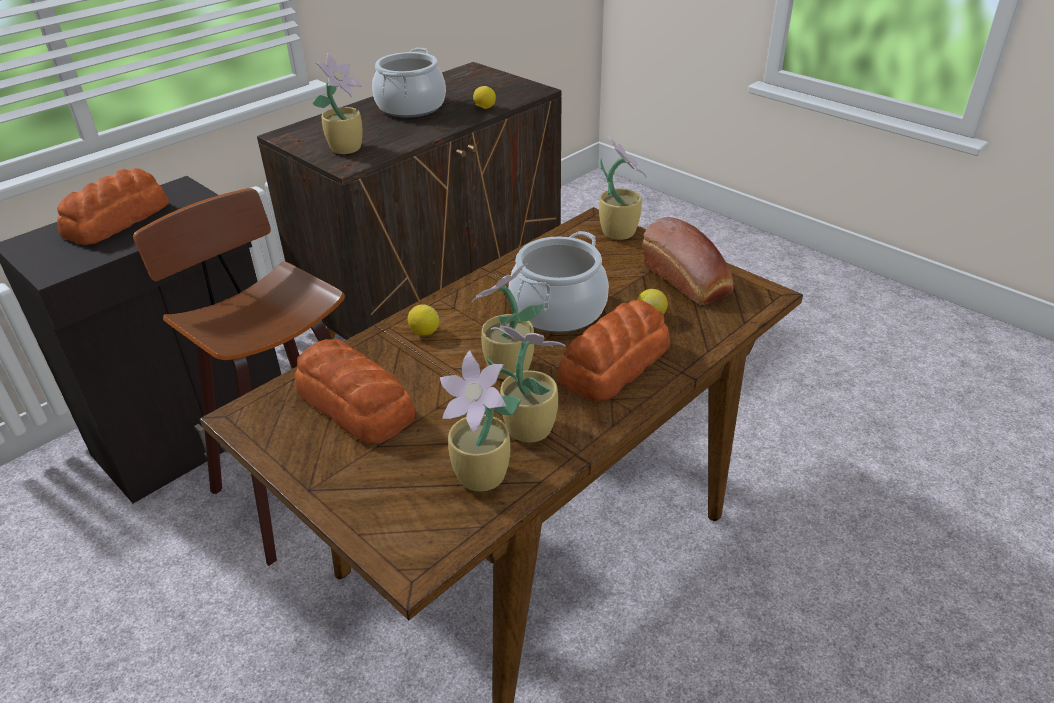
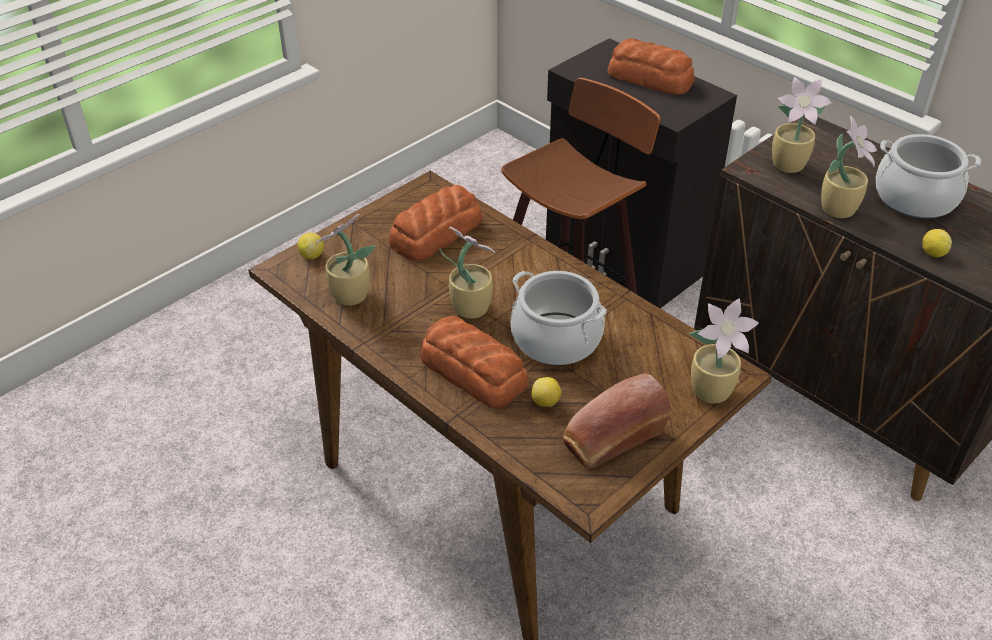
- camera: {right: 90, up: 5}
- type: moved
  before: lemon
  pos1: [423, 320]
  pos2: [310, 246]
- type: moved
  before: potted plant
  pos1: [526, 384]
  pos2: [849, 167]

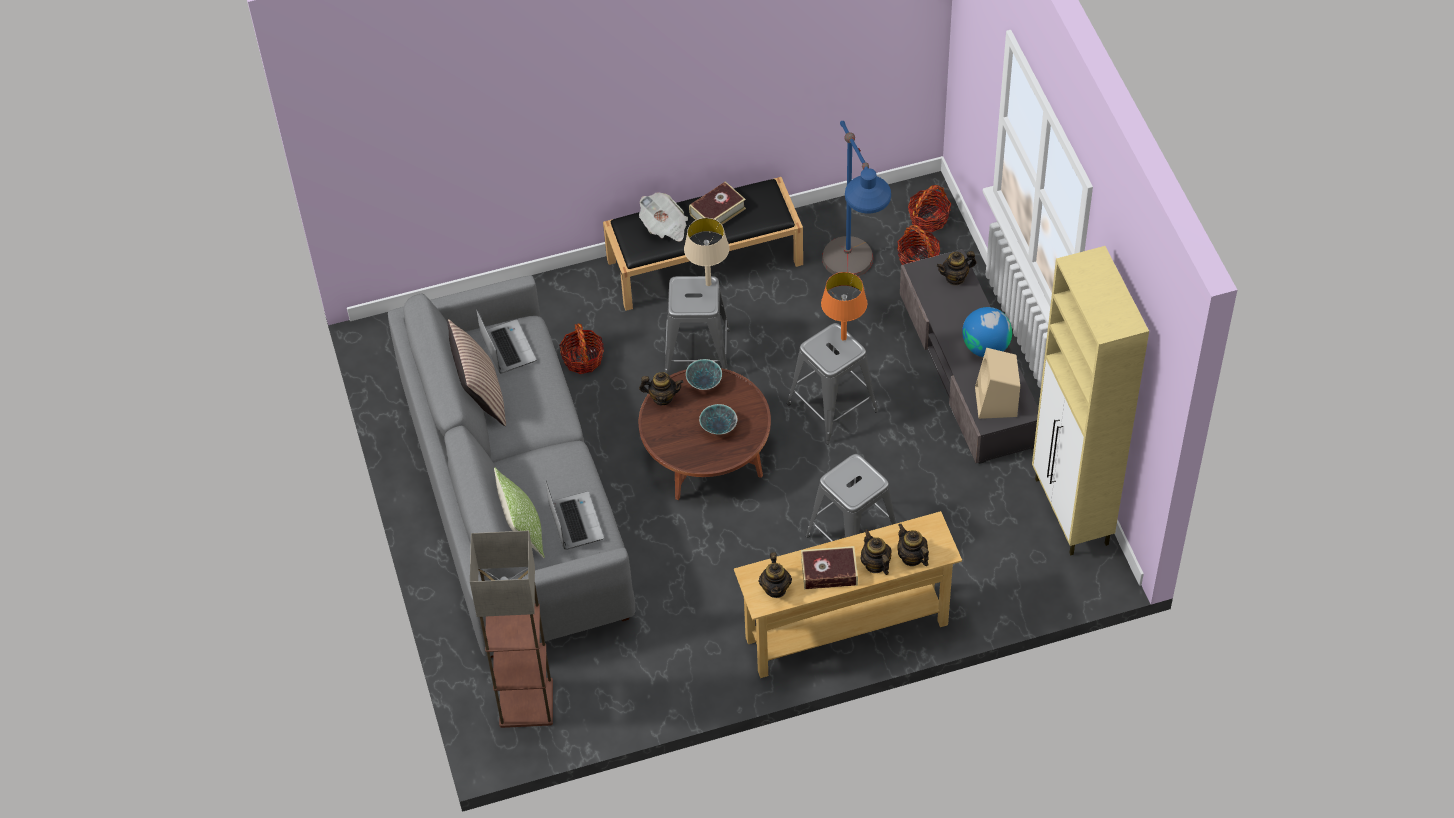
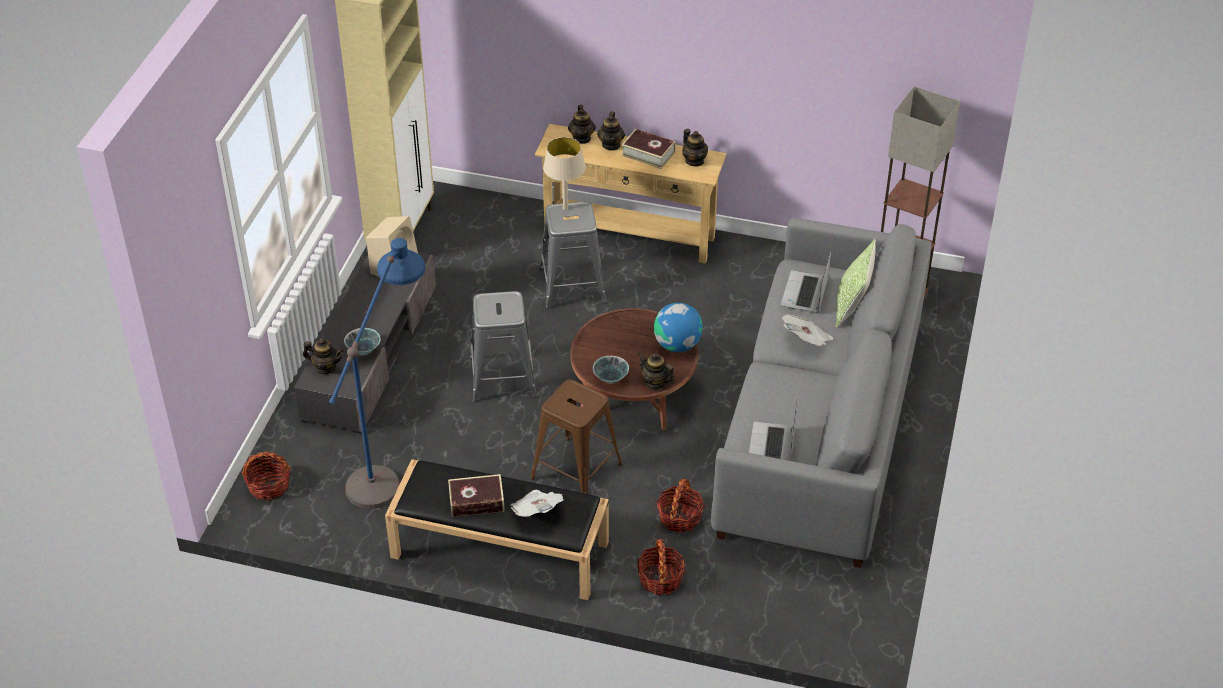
- camera: {right: -150, up: -10}
- type: removed
  before: pillow
  pos1: [476, 372]
- type: removed
  before: orange table lamp
  pos1: [844, 306]
- type: added
  after: newspaper
  pos2: [807, 330]
- type: moved
  before: beige table lamp
  pos1: [706, 252]
  pos2: [564, 173]
- type: moved
  before: bowl
  pos1: [718, 419]
  pos2: [362, 341]
- type: moved
  before: basket
  pos1: [918, 245]
  pos2: [661, 567]
- type: moved
  before: globe
  pos1: [987, 332]
  pos2: [678, 327]
- type: recoloured
  before: grey stool
  after: brown stool
  pos1: [697, 325]
  pos2: [576, 436]
- type: turned
  before: teapot
  pos1: [775, 575]
  pos2: [695, 147]
  turn: 120

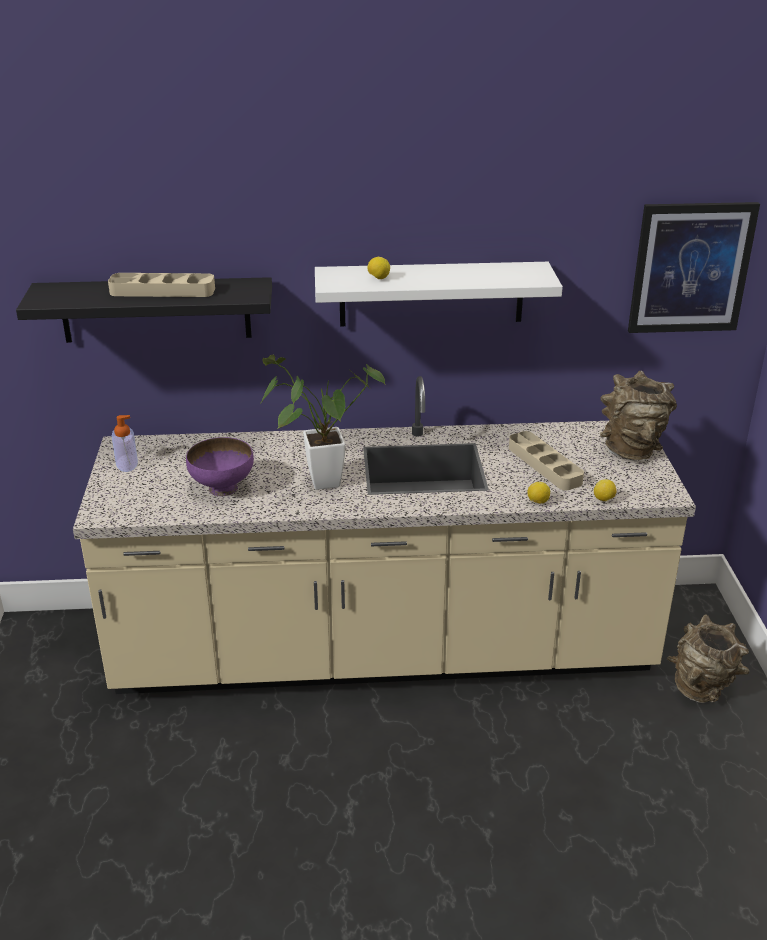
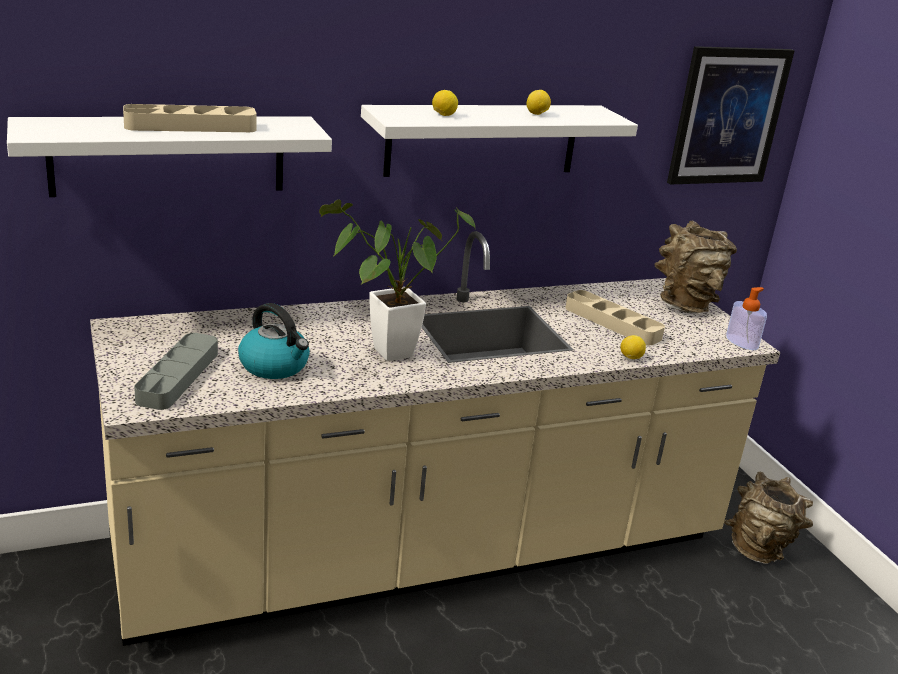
- camera: {right: -20, up: -5}
- type: added
  after: grey tray
  pos2: [176, 371]
- type: moved
  before: soap dispenser
  pos1: [125, 443]
  pos2: [746, 318]
- type: moved
  before: lemon
  pos1: [605, 490]
  pos2: [538, 102]
- type: replaced
  before: purple bowl
  after: kettle
  pos1: [220, 466]
  pos2: [274, 341]
- type: recoloured
  before: black shelf
  after: white shelf
  pos1: [144, 310]
  pos2: [169, 156]

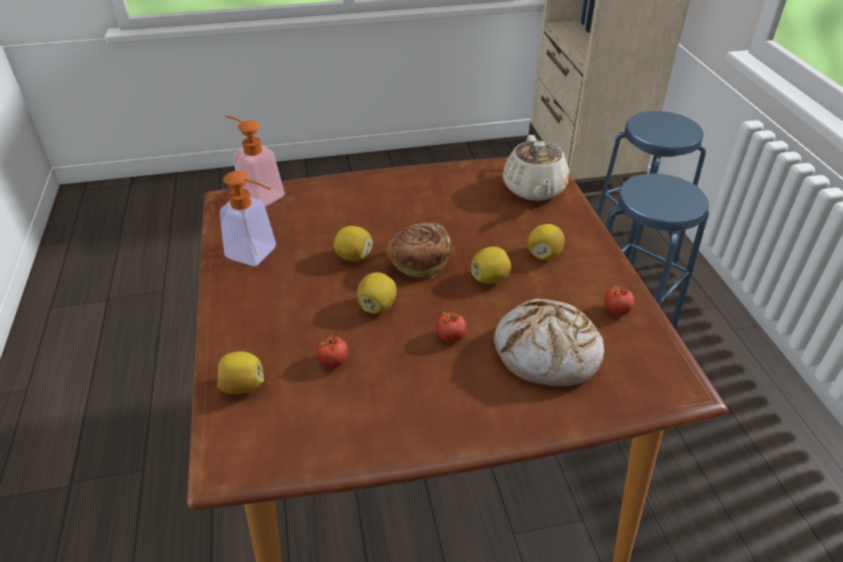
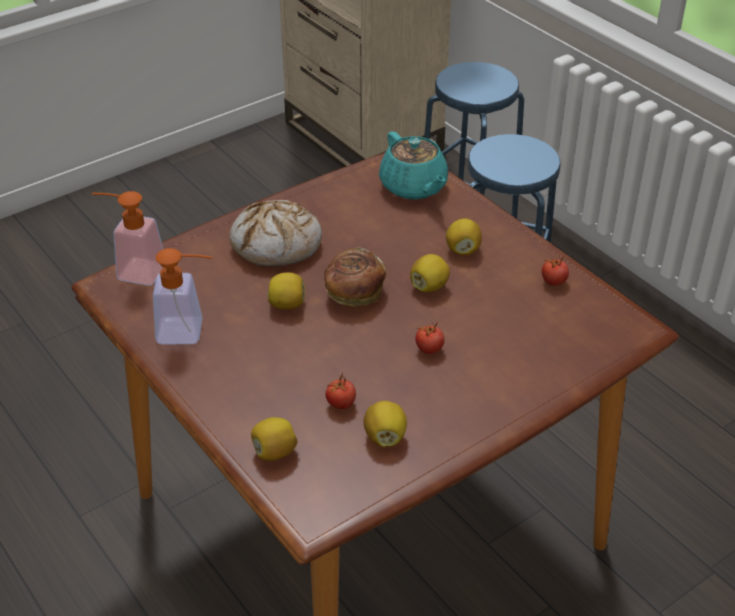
- camera: {right: -25, up: 0}
- type: moved
  before: lemon
  pos1: [376, 293]
  pos2: [385, 424]
- type: moved
  before: bread
  pos1: [549, 342]
  pos2: [275, 233]
- type: recoloured
  before: beige teapot
  after: turquoise teapot
  pos1: [536, 168]
  pos2: [413, 166]

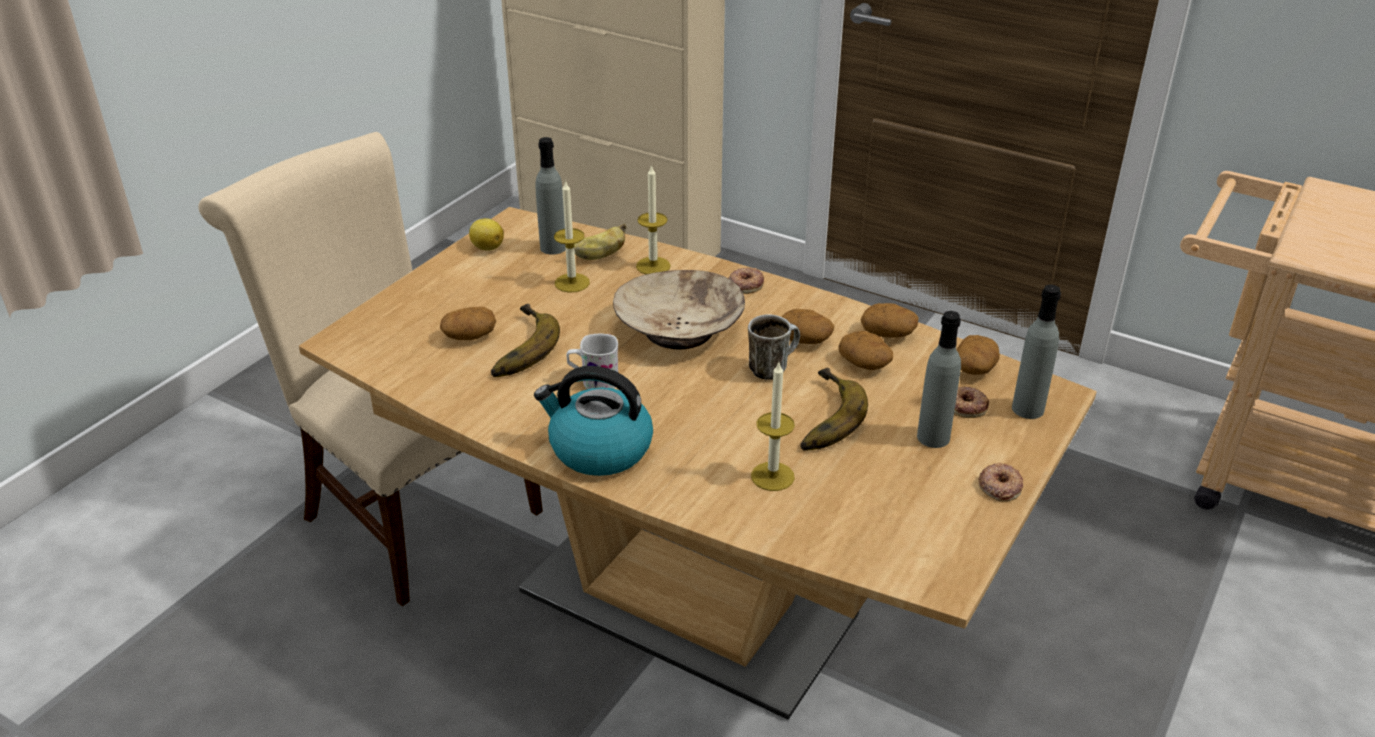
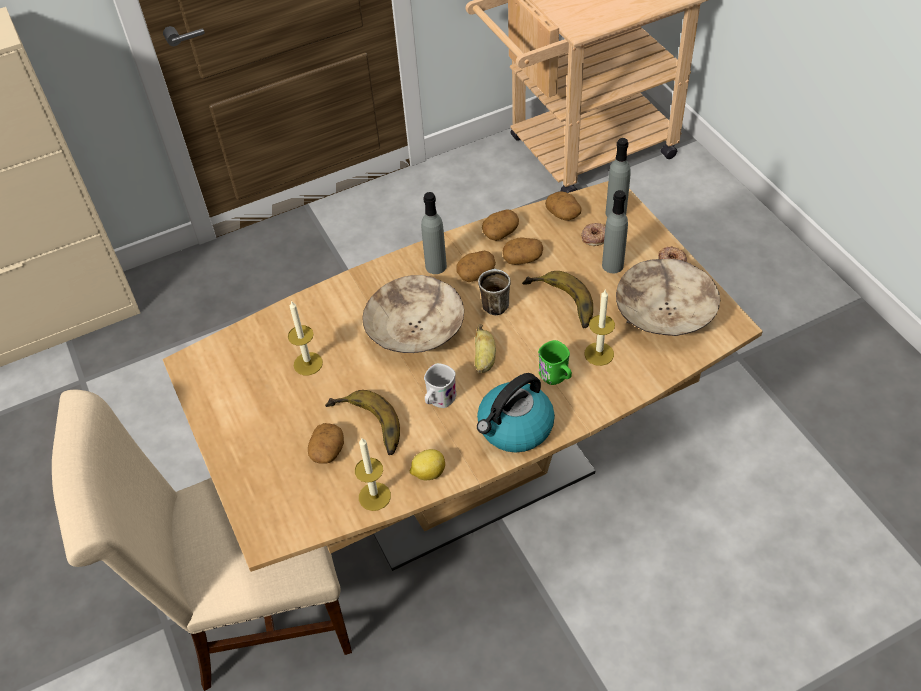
- camera: {right: -55, up: 15}
- type: removed
  before: donut
  pos1: [746, 281]
- type: added
  after: green mug
  pos2: [555, 362]
- type: added
  after: beige bowl
  pos2: [668, 297]
- type: moved
  before: lemon
  pos1: [486, 234]
  pos2: [427, 464]
- type: moved
  before: grey bottle
  pos1: [550, 196]
  pos2: [434, 233]
- type: moved
  before: banana
  pos1: [600, 241]
  pos2: [485, 348]
- type: moved
  before: candle
  pos1: [653, 219]
  pos2: [373, 474]

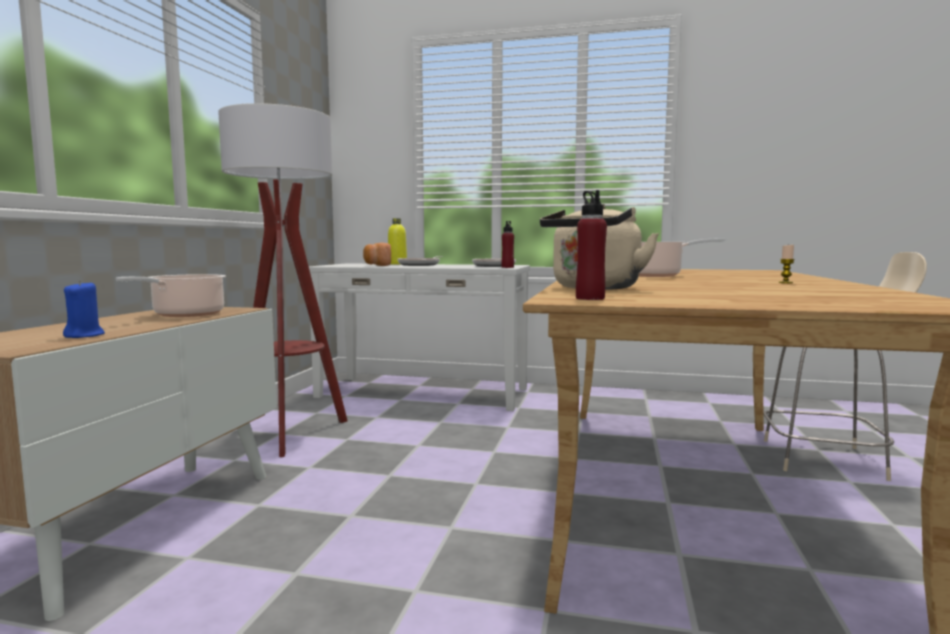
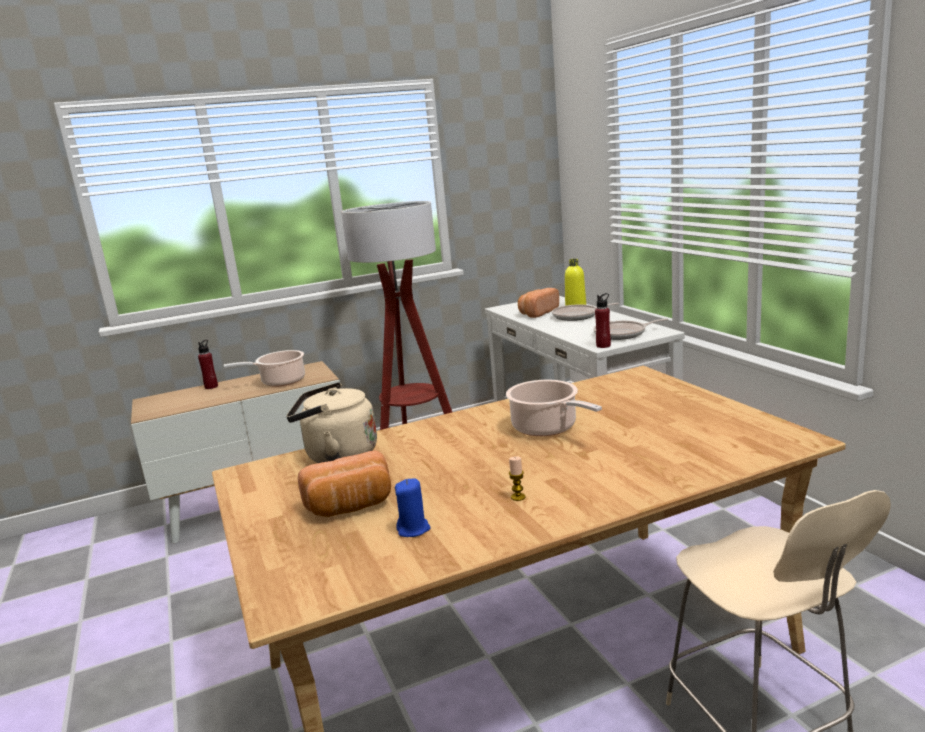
- camera: {right: 55, up: 10}
- type: added
  after: bread
  pos2: [344, 483]
- type: moved
  before: blue candle
  pos1: [84, 309]
  pos2: [413, 507]
- type: moved
  before: red bottle
  pos1: [591, 245]
  pos2: [208, 364]

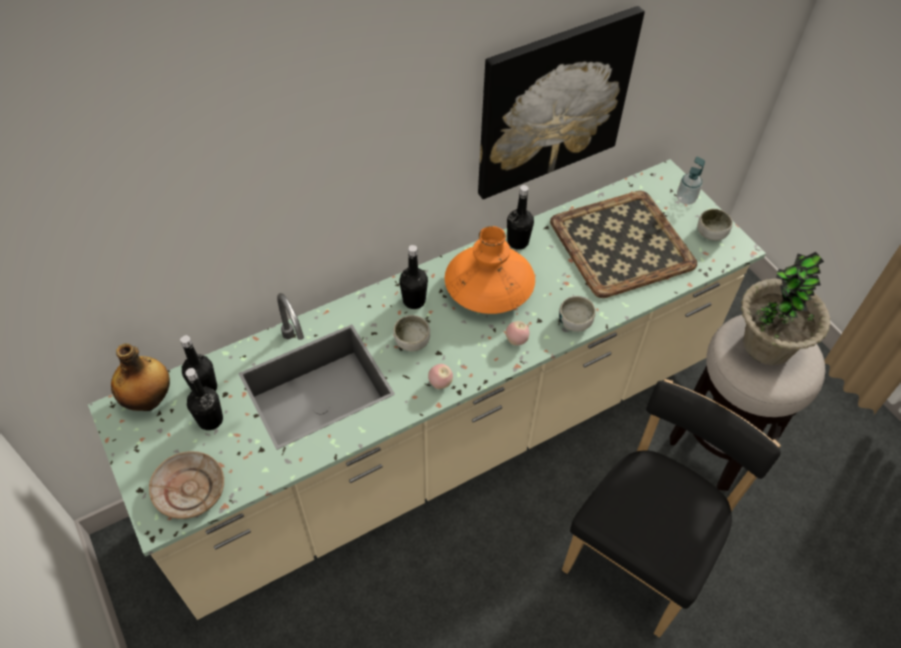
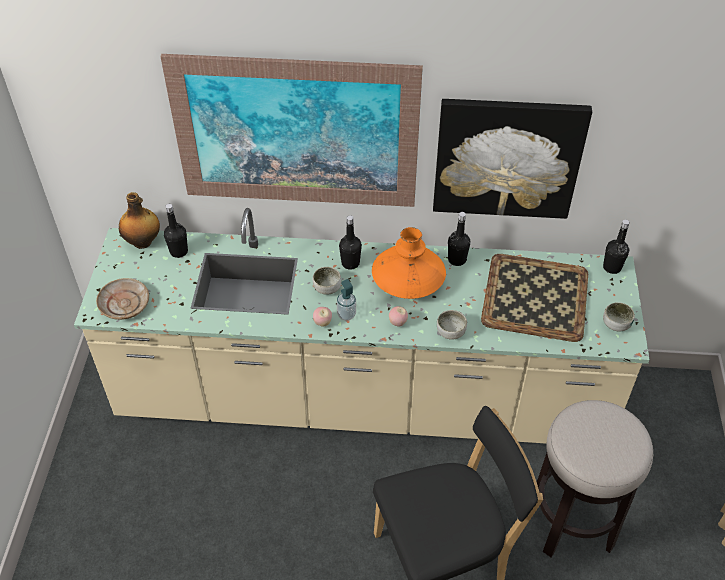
- camera: {right: 35, up: -5}
- type: removed
  before: potted plant
  pos1: [785, 308]
- type: added
  after: picture
  pos2: [291, 130]
- type: moved
  before: black bottle
  pos1: [204, 399]
  pos2: [616, 247]
- type: moved
  before: soap dispenser
  pos1: [691, 180]
  pos2: [346, 299]

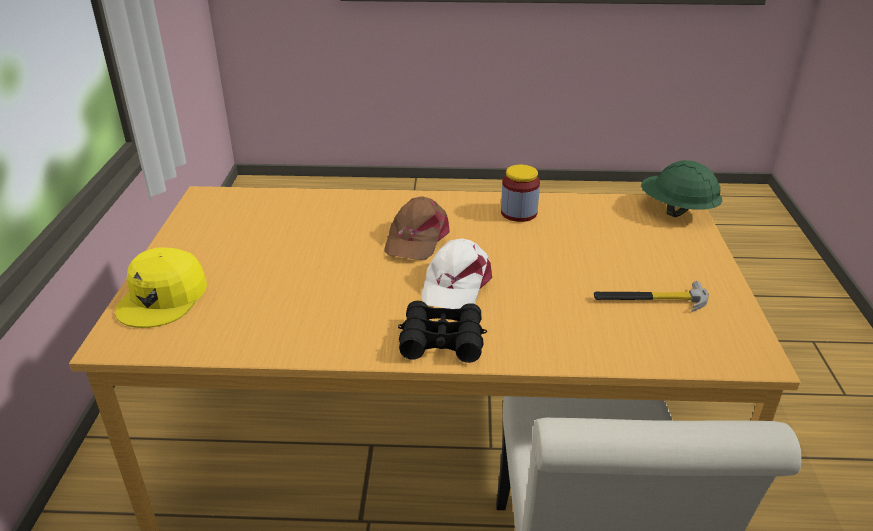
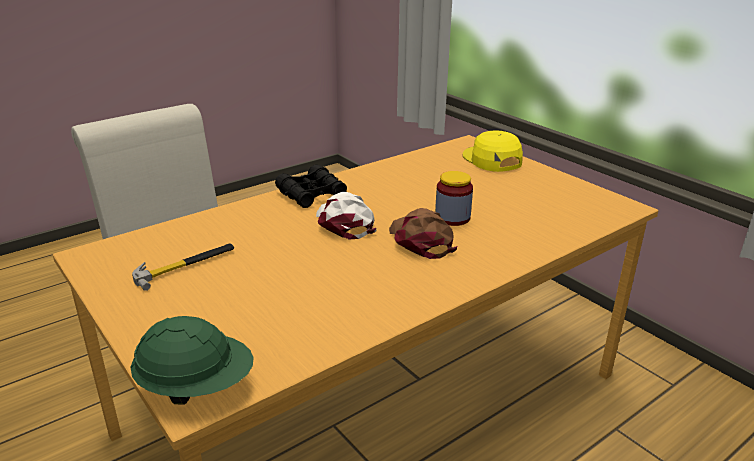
- camera: {right: 140, up: -5}
- type: moved
  before: jar
  pos1: [520, 193]
  pos2: [454, 198]

